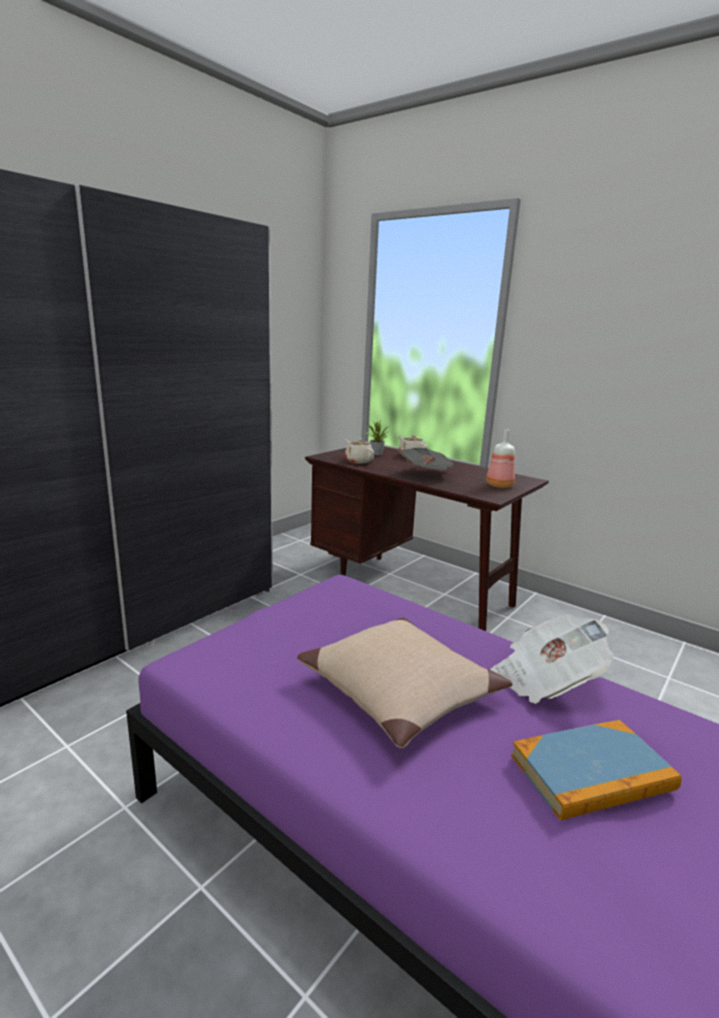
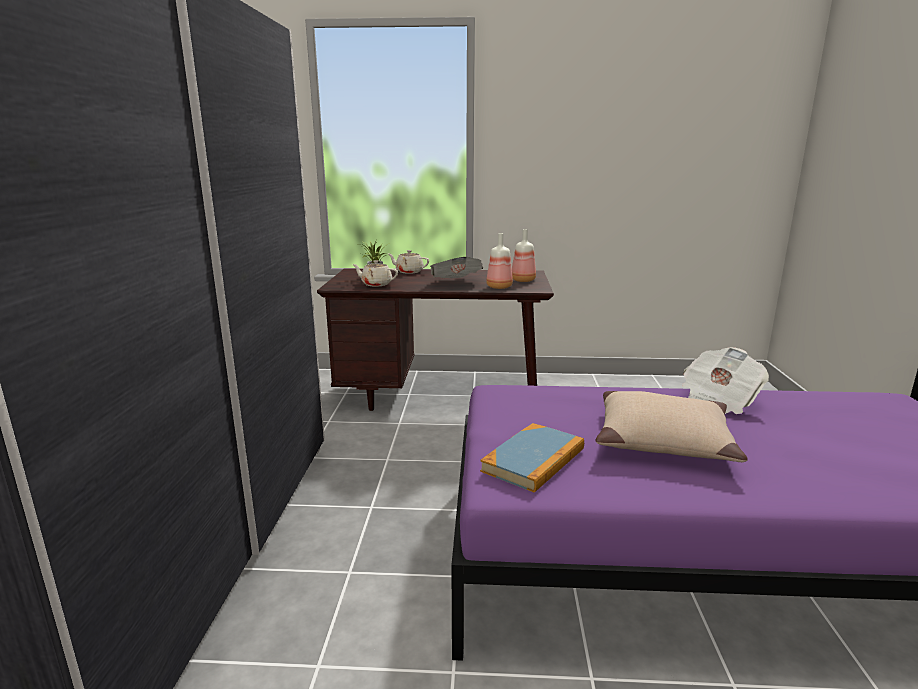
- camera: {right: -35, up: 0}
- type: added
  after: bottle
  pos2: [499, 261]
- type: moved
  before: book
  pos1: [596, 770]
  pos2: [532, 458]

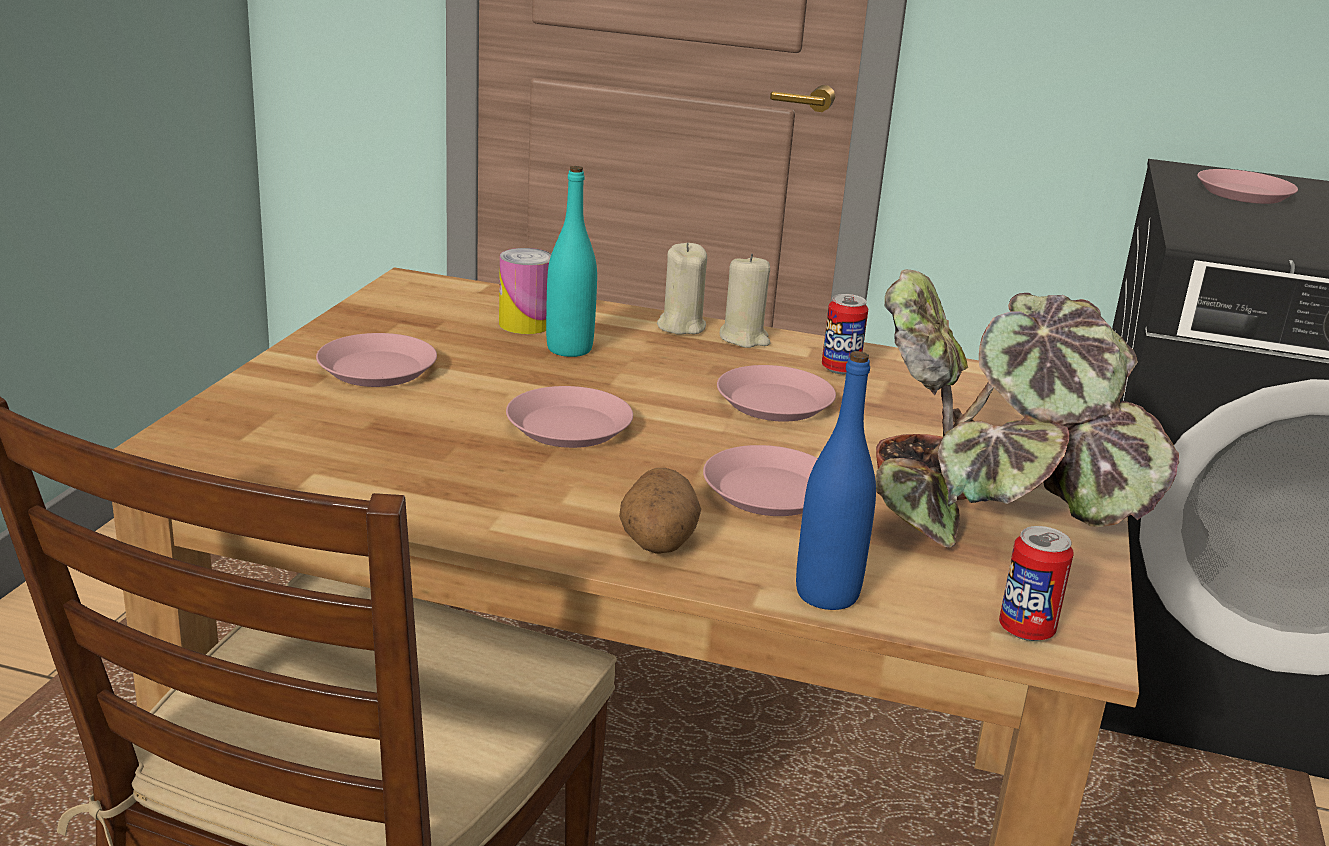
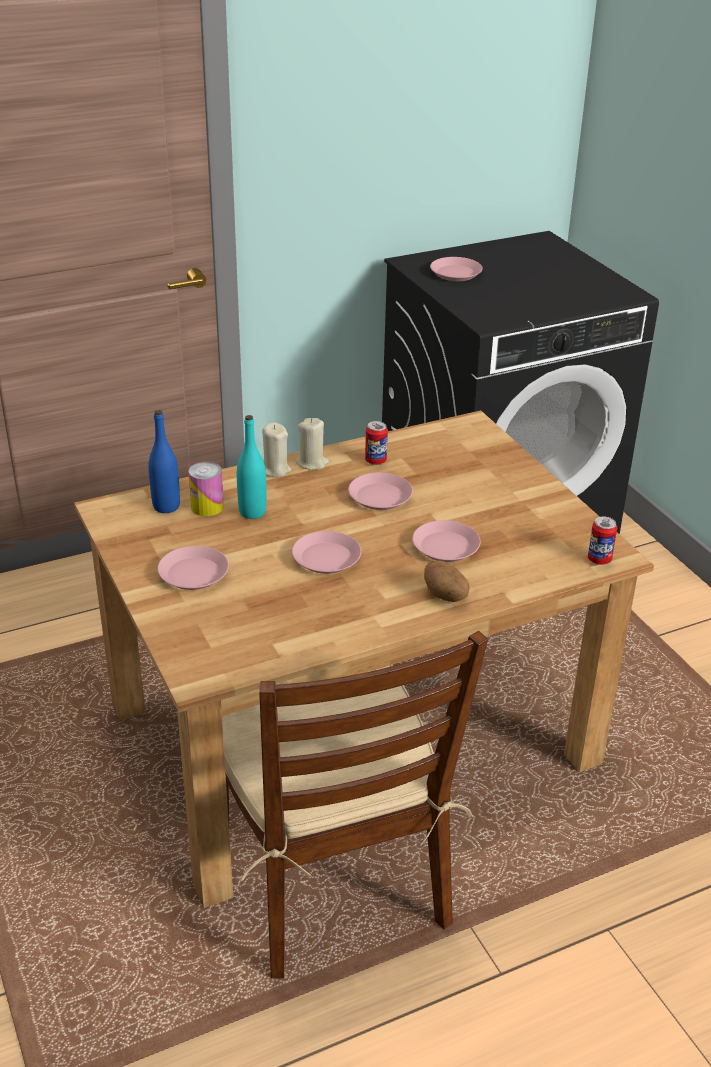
- camera: {right: -40, up: 10}
- type: removed
  before: potted plant
  pos1: [1027, 408]
- type: moved
  before: blue bottle
  pos1: [836, 480]
  pos2: [164, 461]

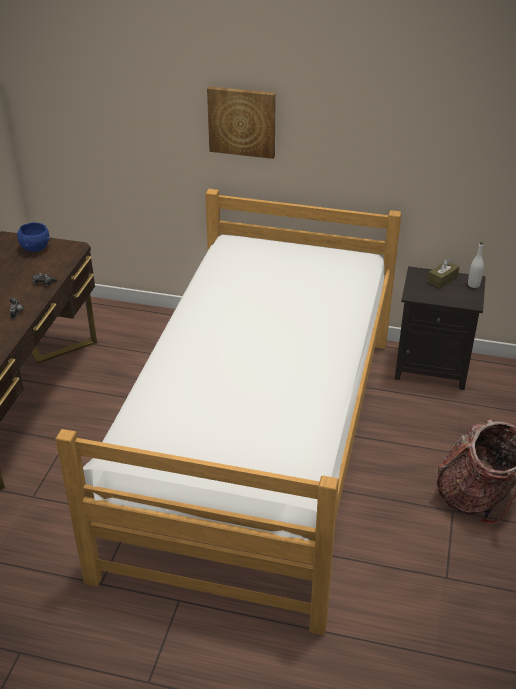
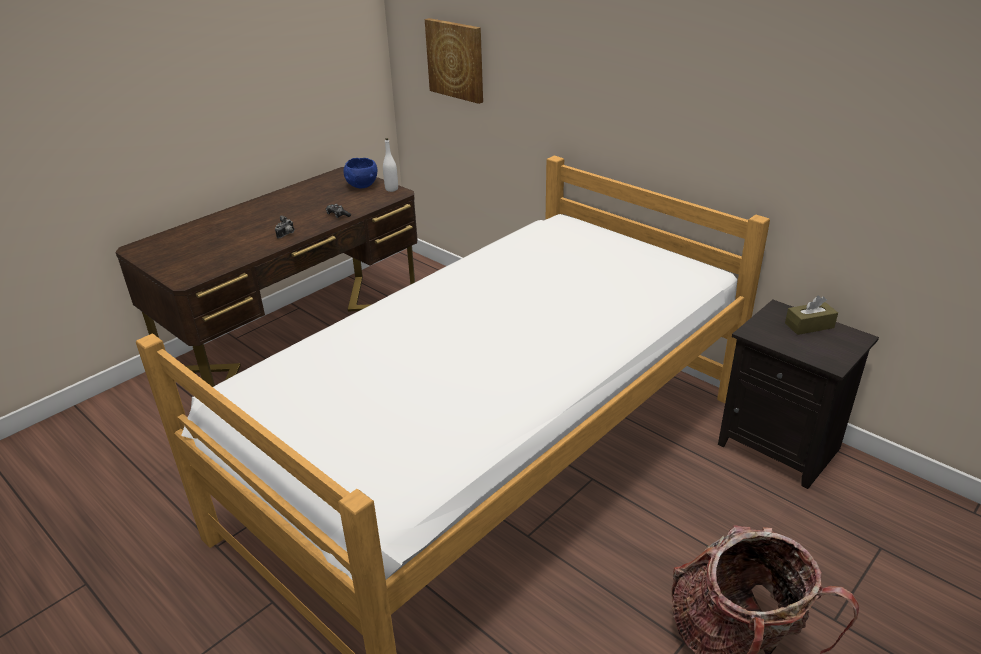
- camera: {right: 30, up: -5}
- type: moved
  before: picture
  pos1: [241, 122]
  pos2: [454, 61]
- type: moved
  before: white bottle
  pos1: [476, 265]
  pos2: [390, 165]

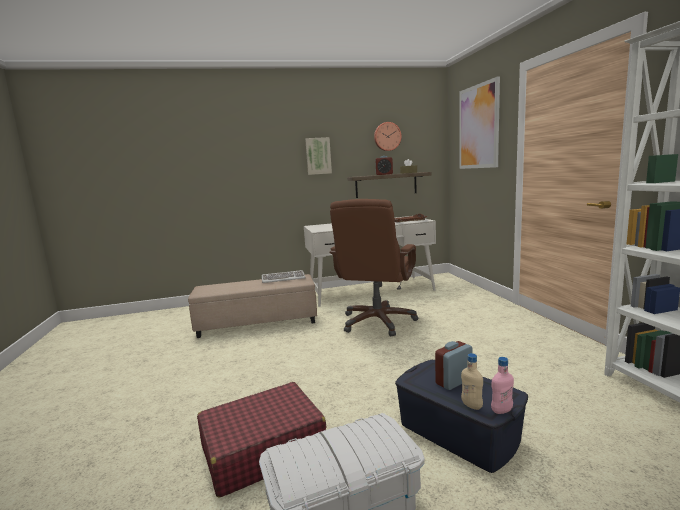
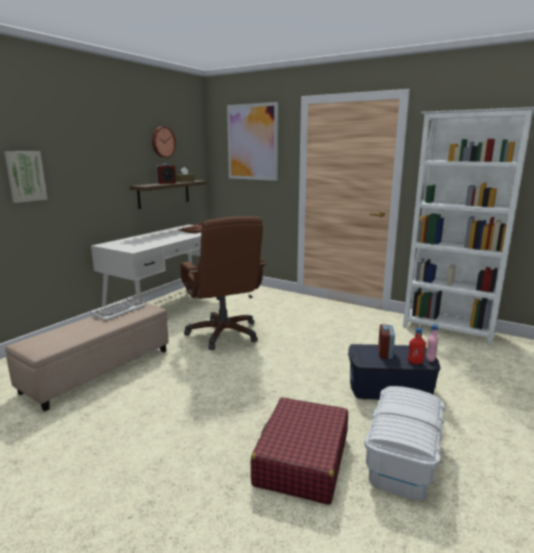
- camera: {right: -45, up: 5}
- type: moved
  before: picture
  pos1: [318, 156]
  pos2: [26, 177]
- type: recoloured
  before: beige bottle
  after: red bottle
  pos1: [472, 381]
  pos2: [417, 346]

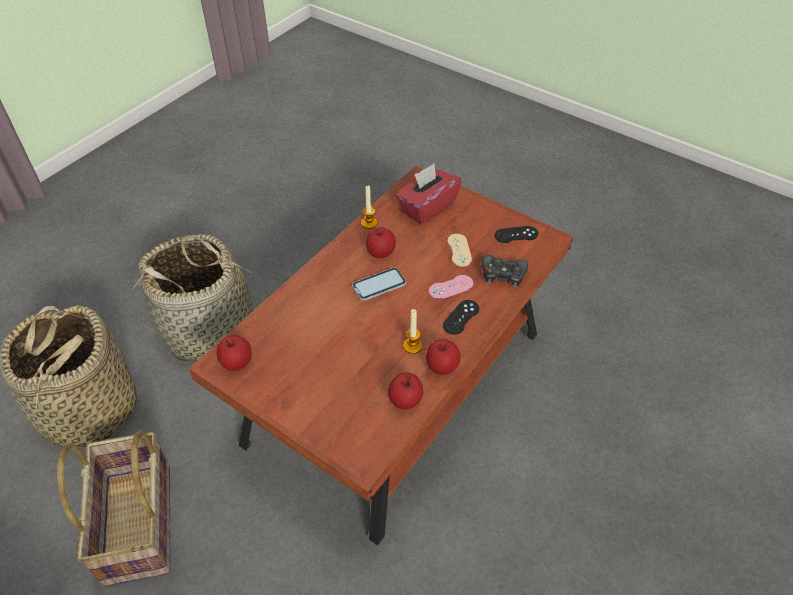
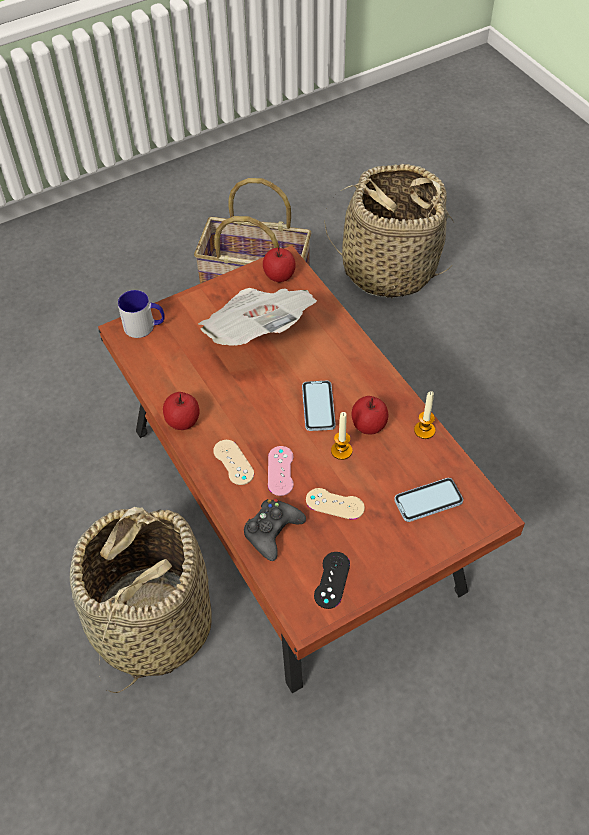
- camera: {right: 115, up: 5}
- type: removed
  before: apple
  pos1: [405, 390]
- type: added
  after: mug
  pos2: [141, 314]
- type: added
  after: newspaper
  pos2: [257, 317]
- type: moved
  before: basket
  pos1: [201, 297]
  pos2: [141, 600]
- type: moved
  before: candle
  pos1: [412, 331]
  pos2: [341, 436]
- type: replaced
  before: red tissue box
  after: phone
  pos1: [428, 194]
  pos2: [428, 500]
- type: recoloured
  before: black game controller
  after: beige game controller
  pos1: [461, 317]
  pos2: [233, 462]

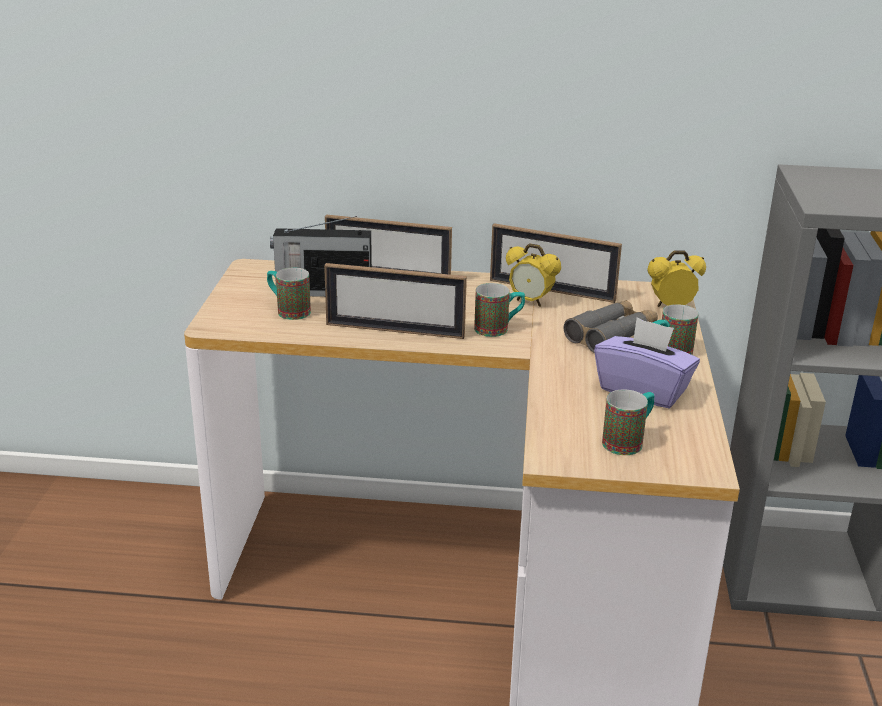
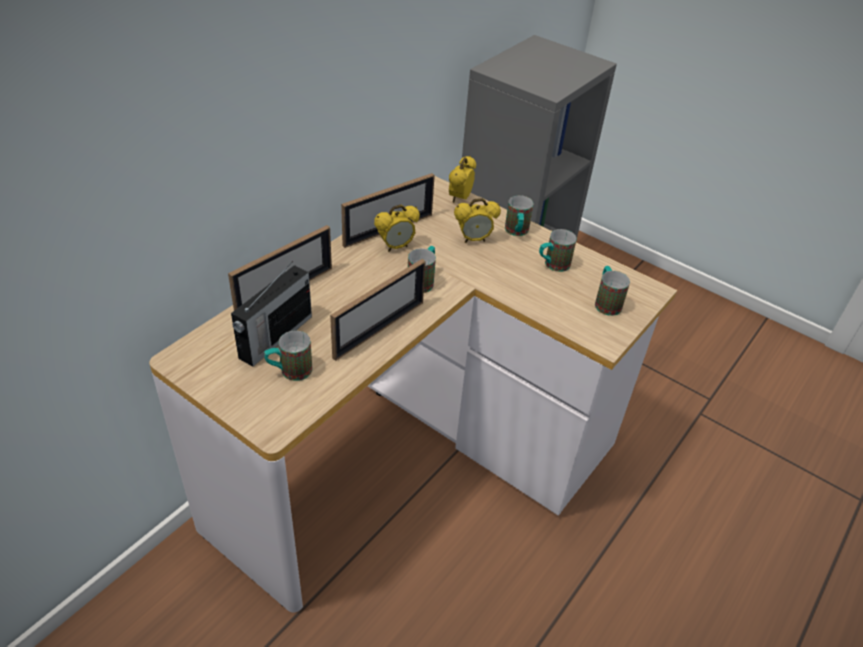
- camera: {right: -60, up: 15}
- type: replaced
  before: grey binoculars
  after: alarm clock
  pos1: [611, 326]
  pos2: [477, 220]
- type: replaced
  before: purple tissue box
  after: mug
  pos1: [647, 363]
  pos2: [558, 250]

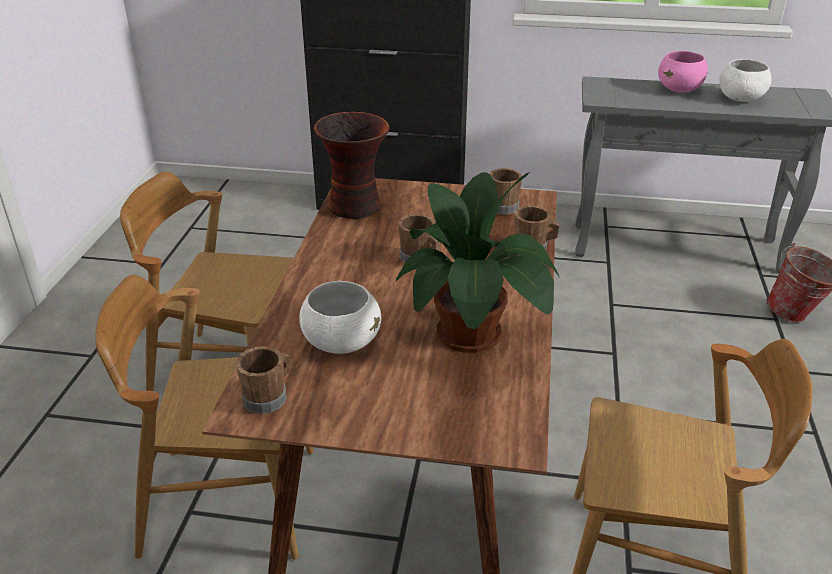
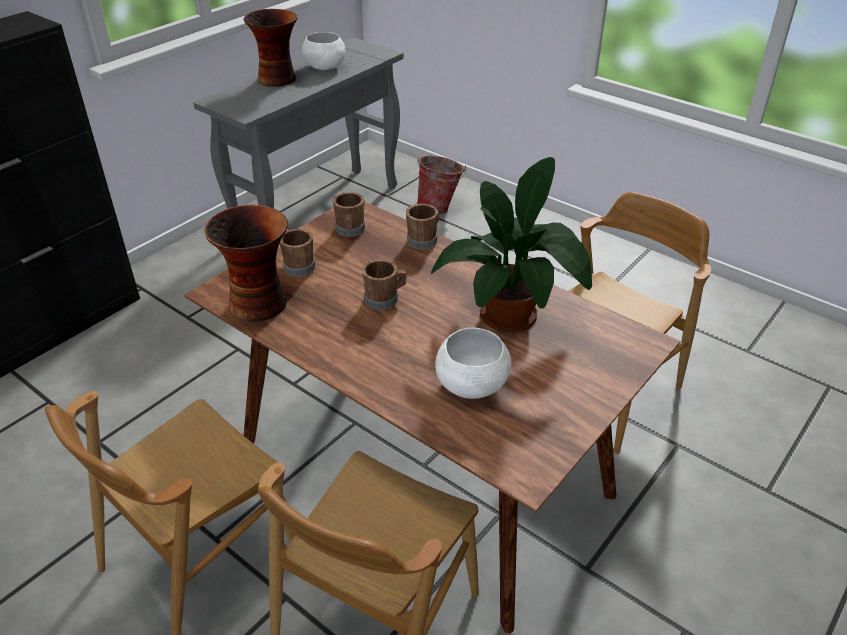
- camera: {right: -60, up: 5}
- type: moved
  before: brown mug
  pos1: [263, 380]
  pos2: [297, 253]
- type: replaced
  before: pink bowl
  after: vase
  pos1: [683, 72]
  pos2: [271, 48]

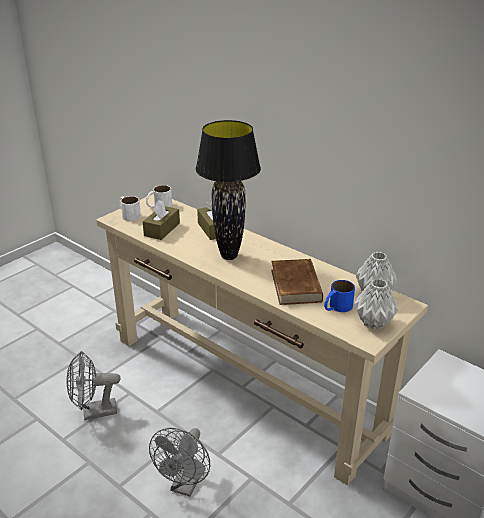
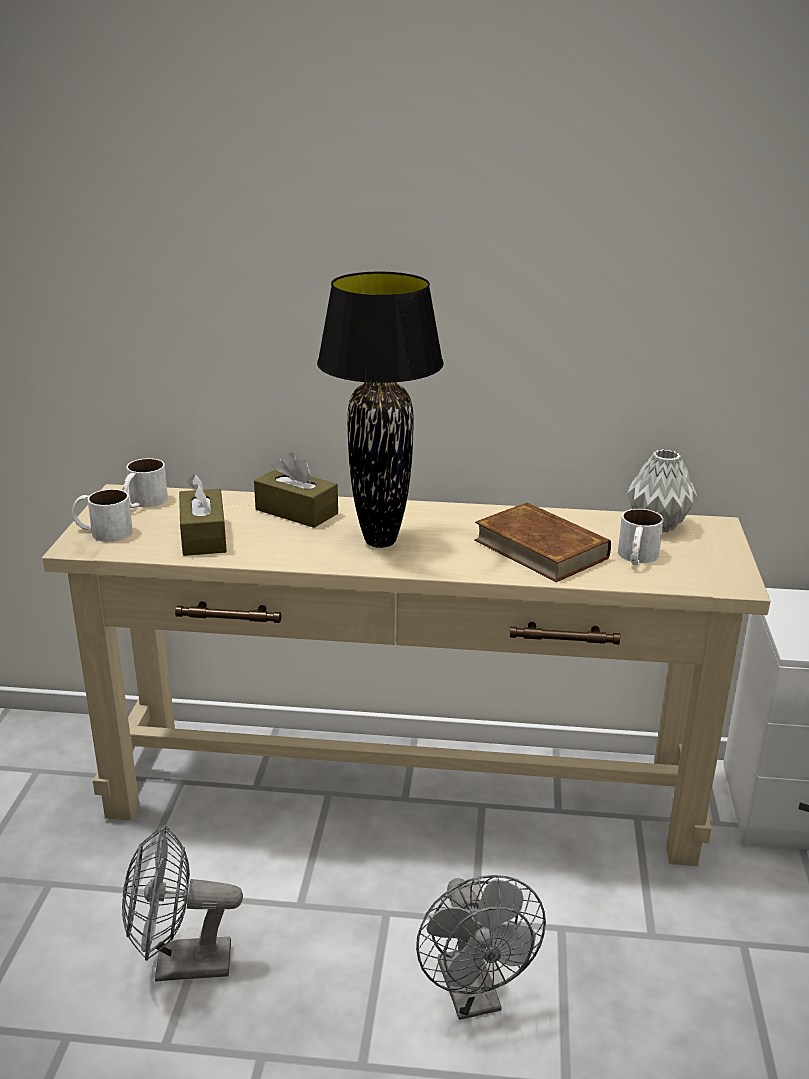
- camera: {right: -35, up: -5}
- type: removed
  before: grey vase
  pos1: [376, 304]
- type: recoloured
  before: blue mug
  after: white mug
  pos1: [339, 296]
  pos2: [641, 537]
- type: turned
  before: grey fan
  pos1: [93, 385]
  pos2: [182, 903]
  turn: 45

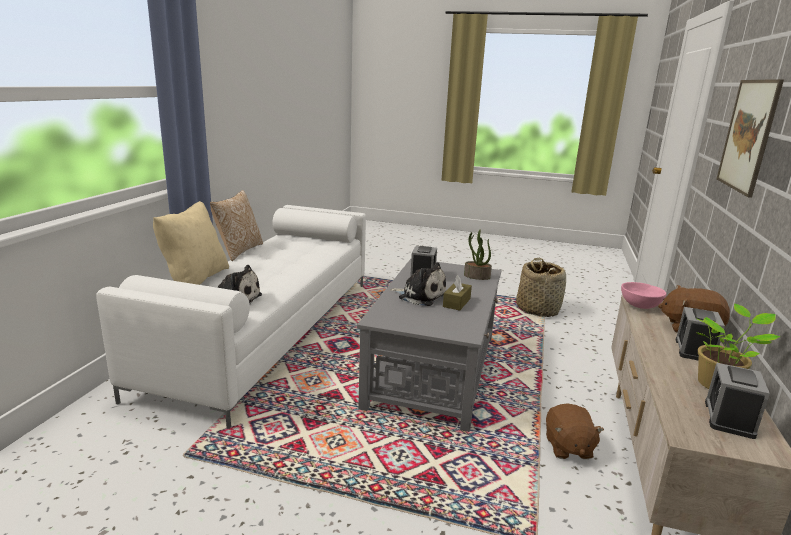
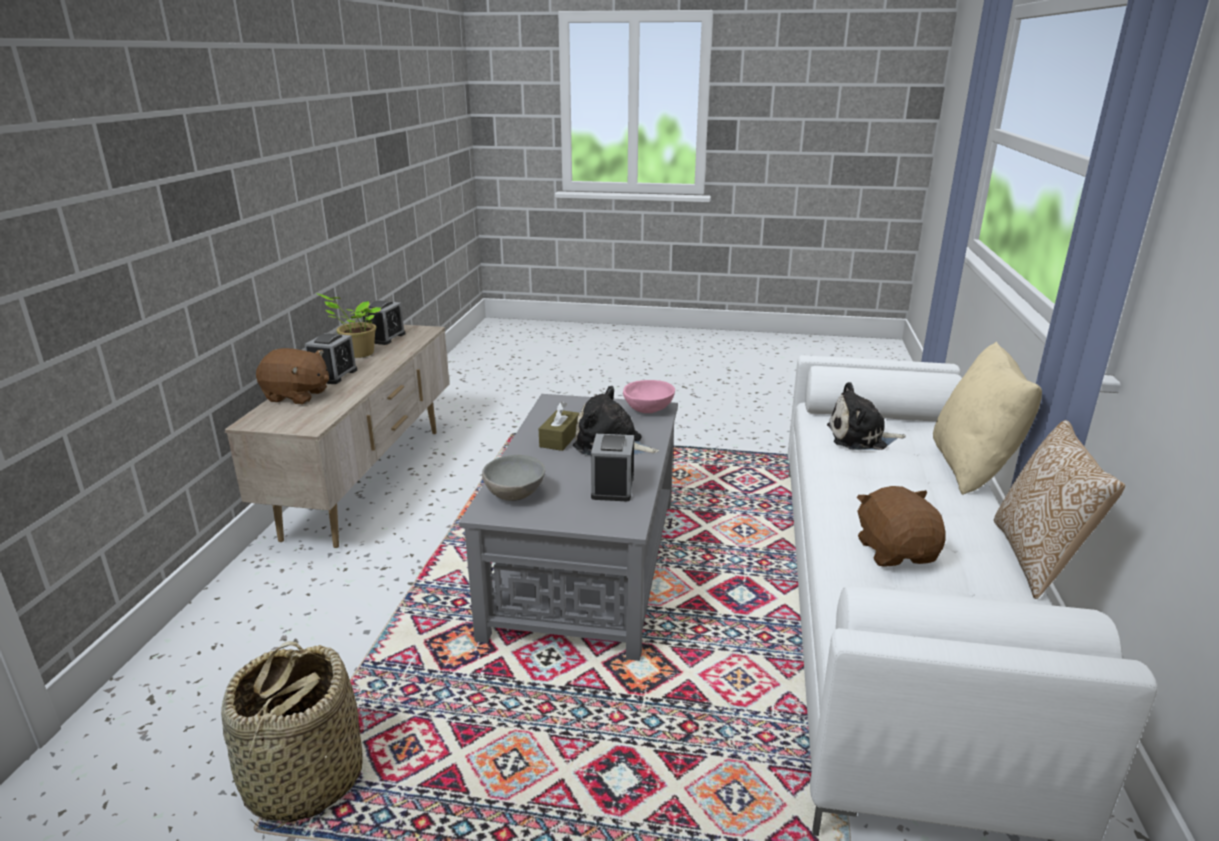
- camera: {right: 175, up: 5}
- type: removed
  before: picture
  pos1: [750, 138]
- type: moved
  before: brown plush toy
  pos1: [575, 431]
  pos2: [901, 526]
- type: moved
  before: pink bowl
  pos1: [643, 295]
  pos2: [649, 396]
- type: replaced
  before: potted plant
  after: grey bowl
  pos1: [478, 255]
  pos2: [513, 478]

